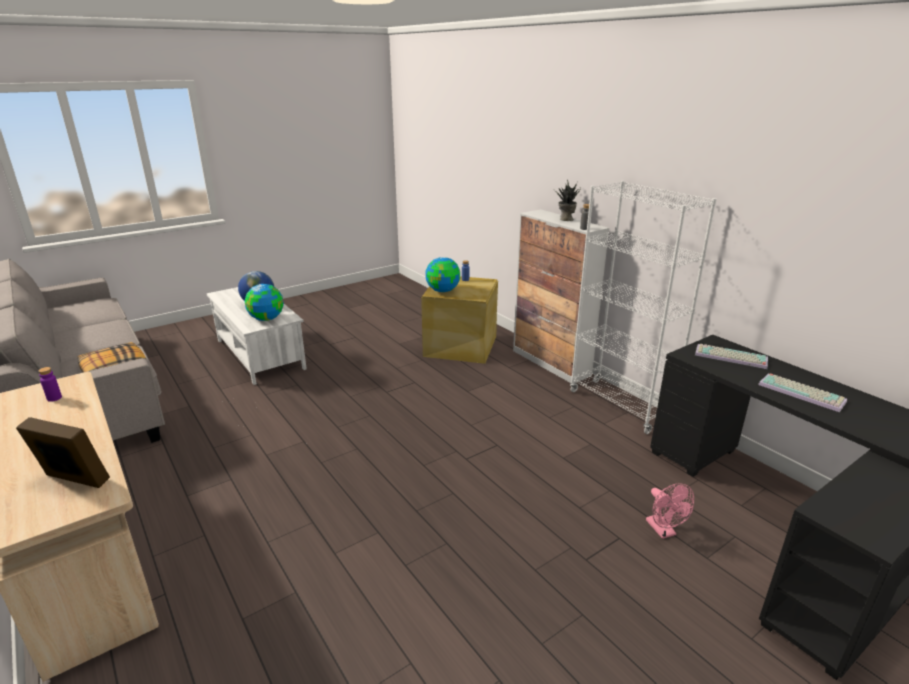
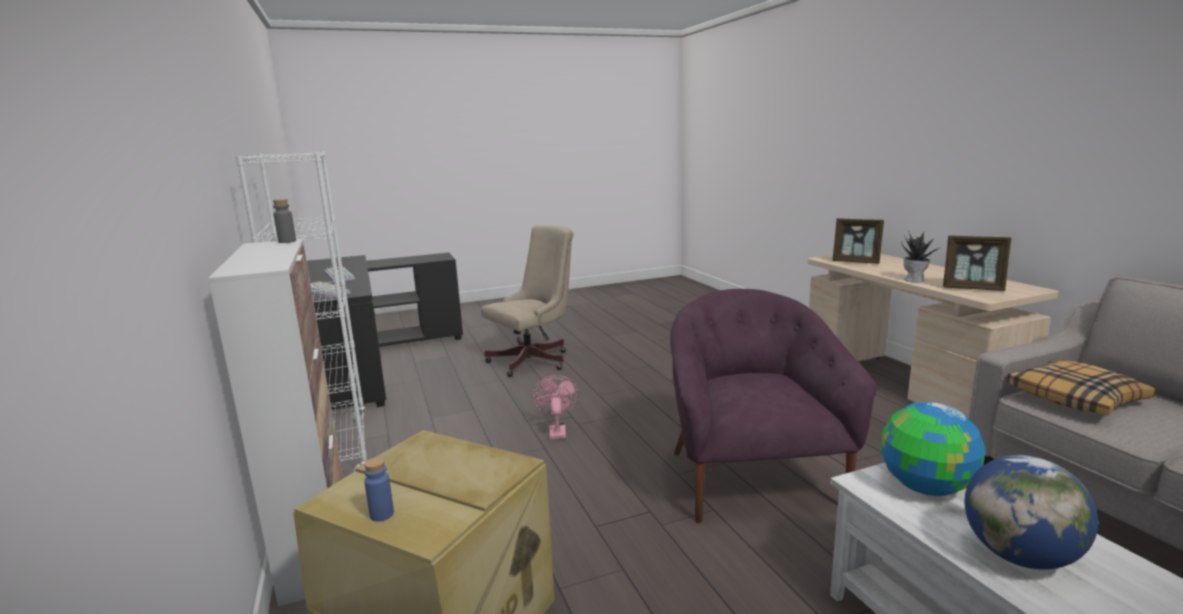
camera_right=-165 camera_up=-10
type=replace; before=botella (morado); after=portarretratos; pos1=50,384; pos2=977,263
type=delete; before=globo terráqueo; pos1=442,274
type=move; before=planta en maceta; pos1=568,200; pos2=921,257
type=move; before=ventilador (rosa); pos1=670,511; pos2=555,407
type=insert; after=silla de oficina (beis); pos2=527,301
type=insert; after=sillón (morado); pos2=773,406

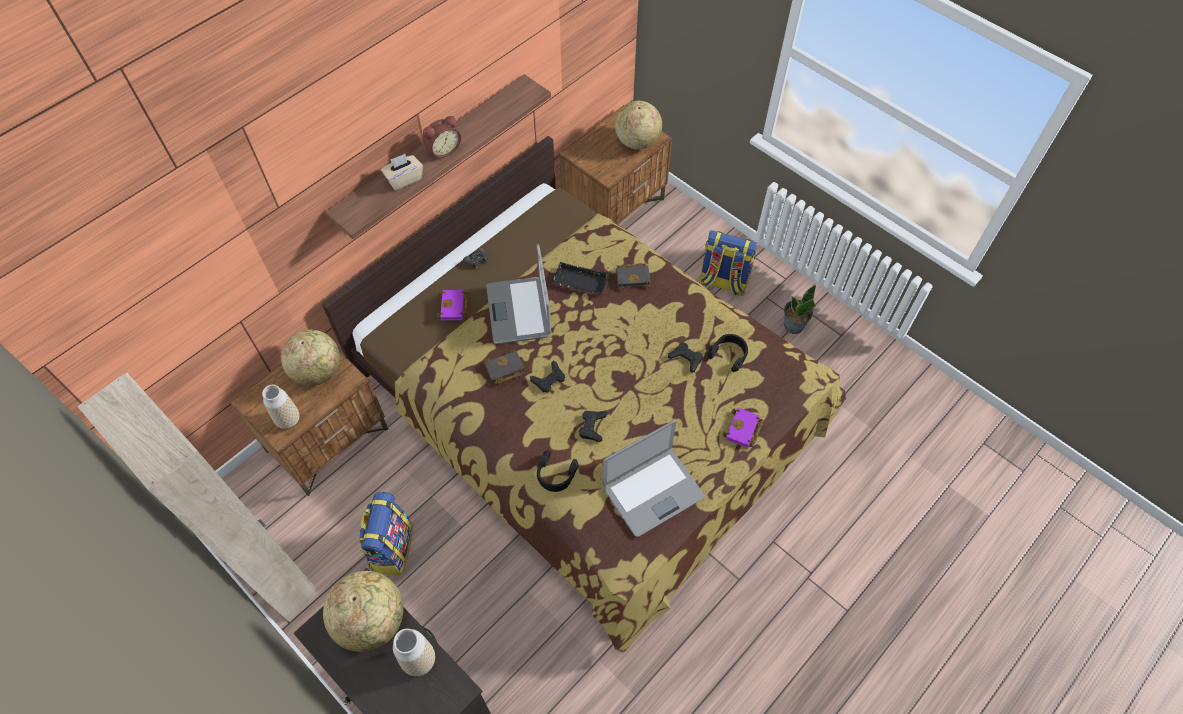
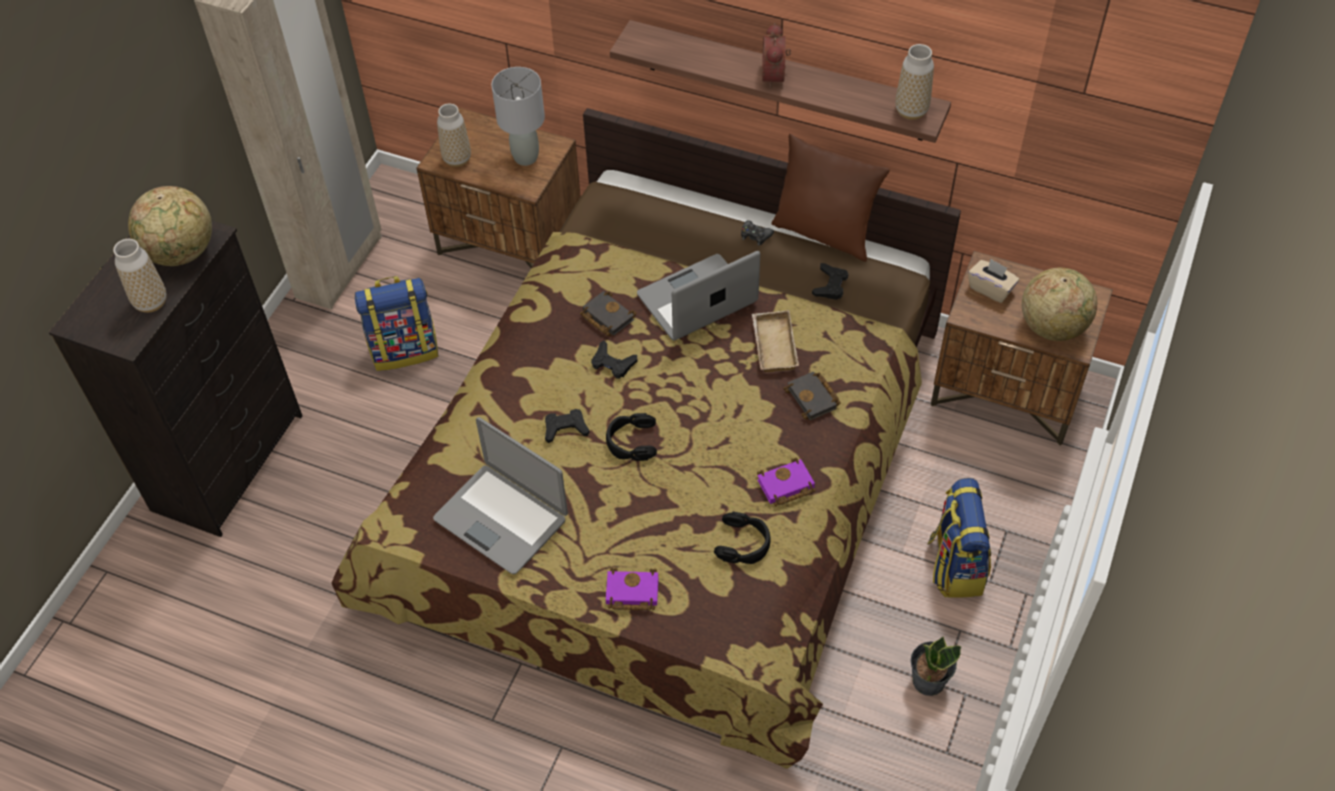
camera_right=70 camera_up=-5
type=replace; before=globo terráqueo; after=lámpara de mesa (gris); pos1=310,357; pos2=518,116
type=move; before=caja de pañuelos (beis); pos1=402,172; pos2=993,281
type=rotate; before=despertador; pos1=442,137; pos2=776,55; turn=60
type=move; before=libro (morado); pos1=453,305; pos2=786,481
type=move; before=auriculares (negro); pos1=557,471; pos2=631,437
type=recolor; before=bandeja (negro); after=bandeja (beis); pos1=580,278; pos2=775,341
type=move; before=mando de consola (negro); pos1=685,357; pos2=830,281
type=insert; after=cojín (marrón); pos2=830,198
type=insert; after=florero; pos2=914,82

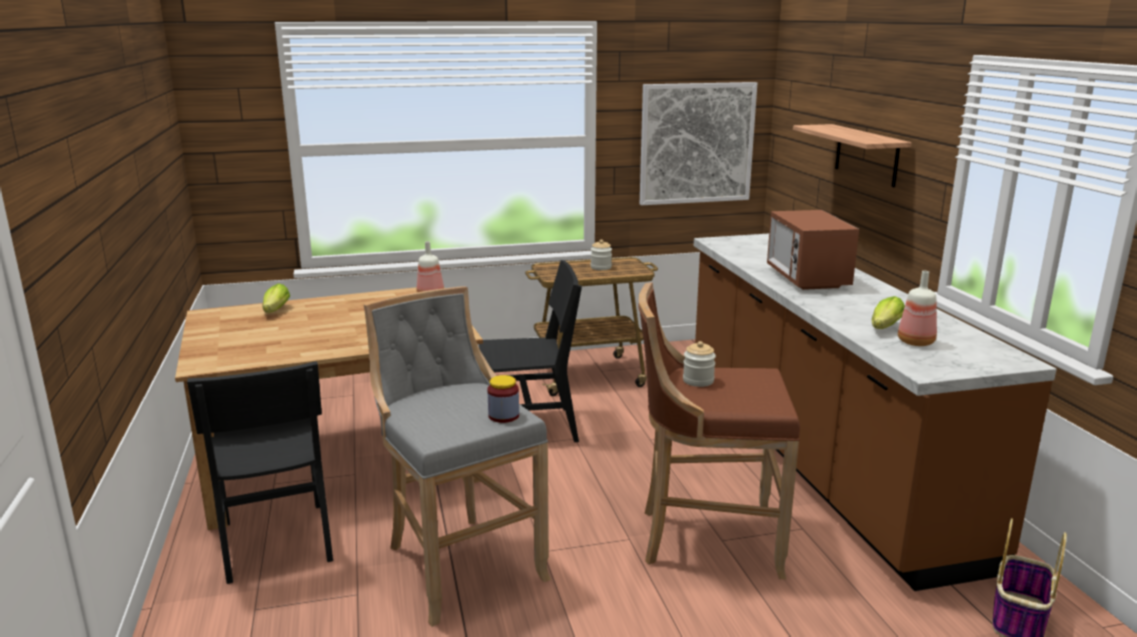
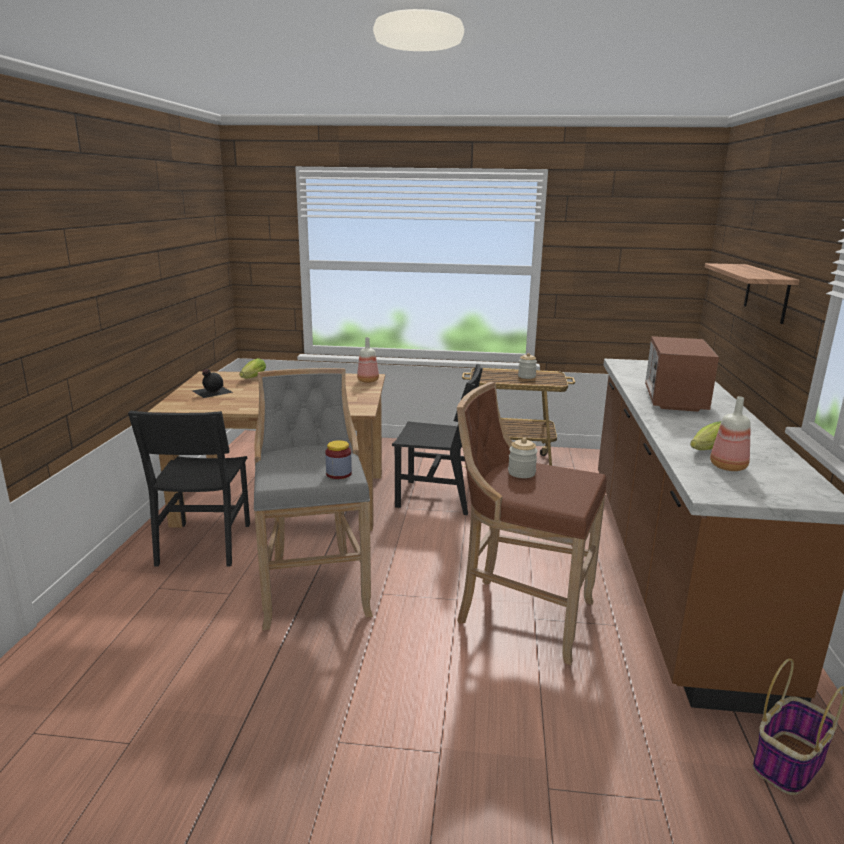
camera_right=20 camera_up=0
type=delete; before=cuadro; pos1=698,143
type=insert; after=botella (negro); pos2=212,383

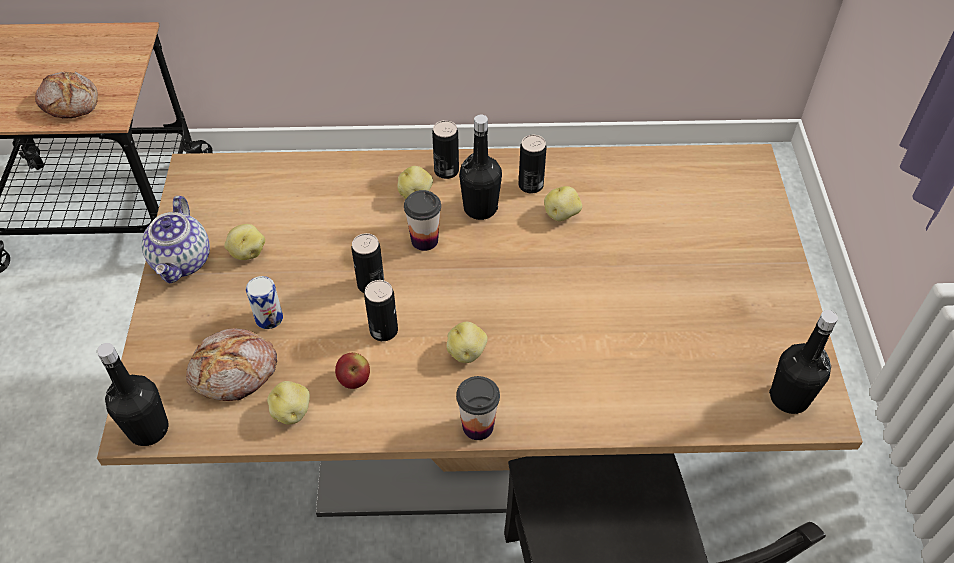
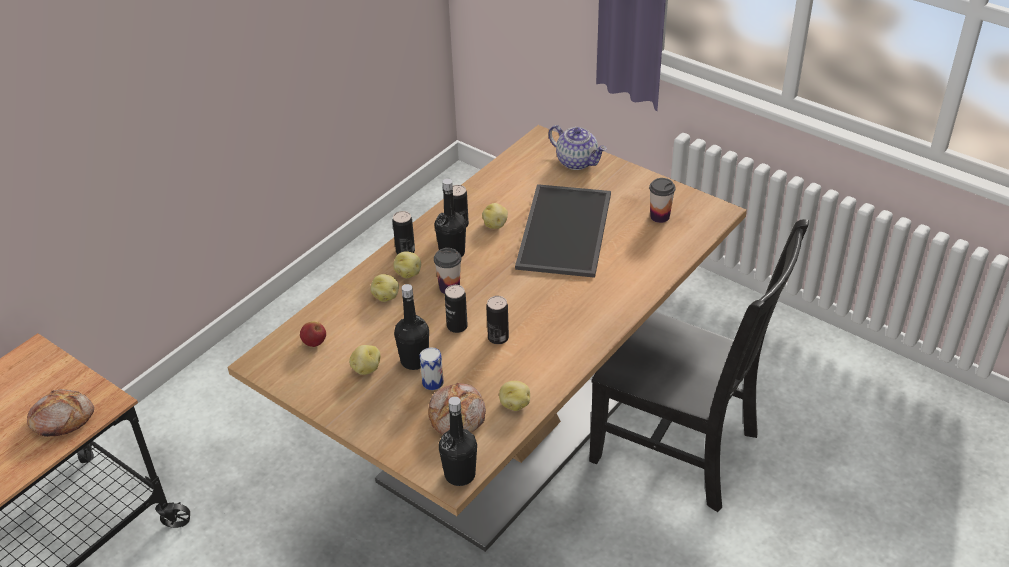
camera_right=-50 camera_up=-10
type=move; before=tetera; pos1=176,239; pos2=577,147
type=move; before=manzana; pos1=352,370; pos2=313,334
type=move; before=patata; pos1=467,342; pos2=385,288
type=move; before=taza; pos1=478,408; pos2=662,200
type=move; before=botella (negro); pos1=803,362; pos2=411,327
type=insert; after=bandeja; pos2=563,231

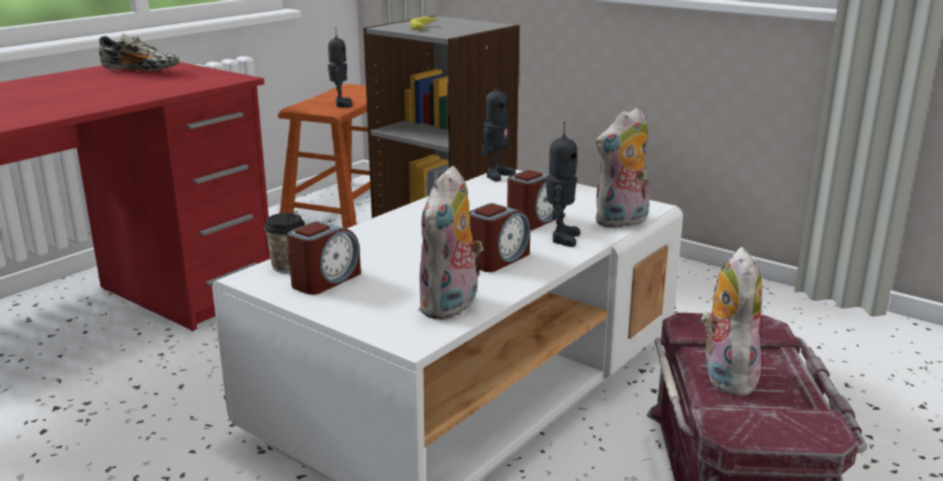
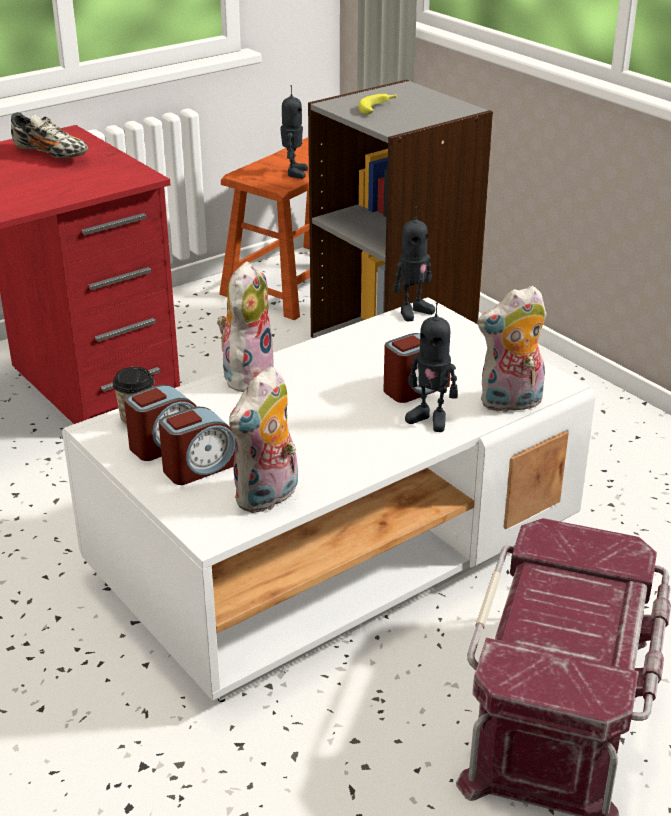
camera_right=15 camera_up=10
type=move; before=despertador; pos1=499,237; pos2=197,446
type=rotate; before=robot de juguete; pos1=563,184; pos2=431,367; turn=90
type=move; before=peluche; pos1=731,321; pos2=245,326

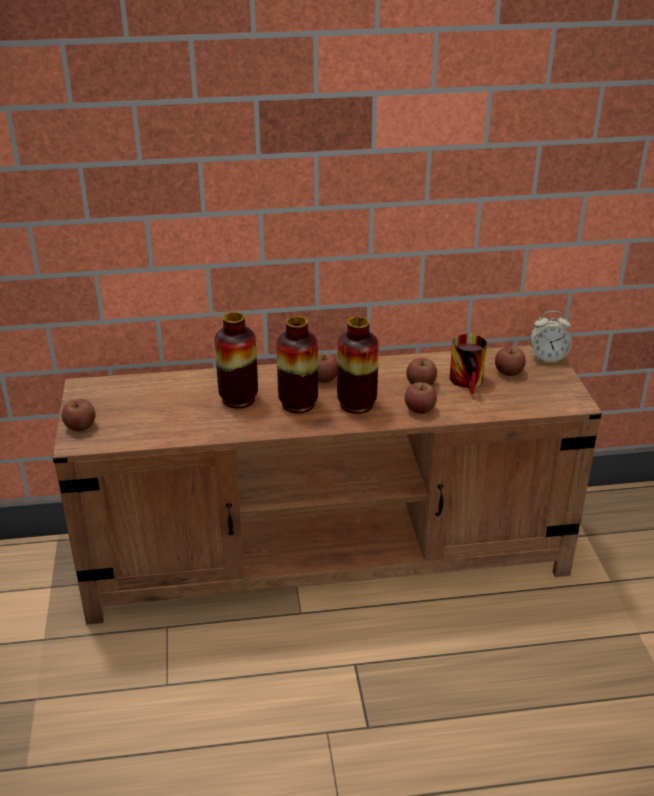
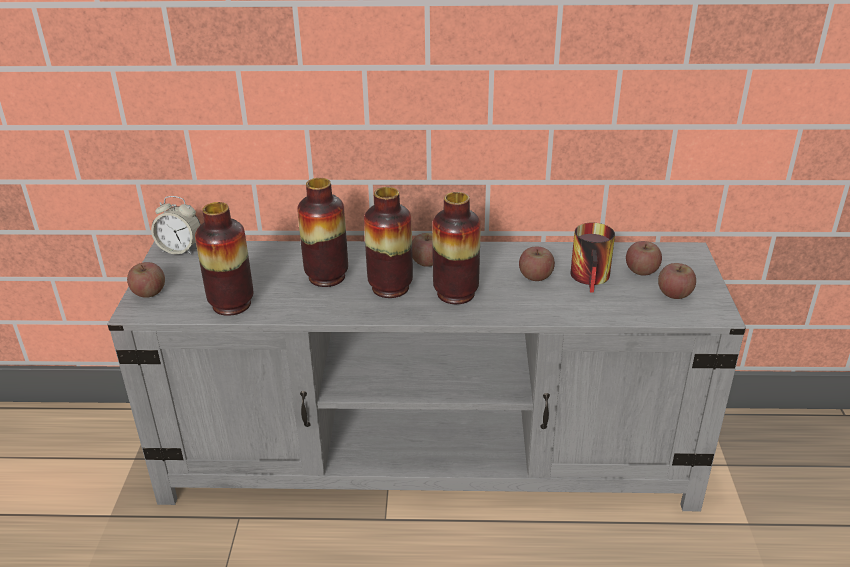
camera_right=10 camera_up=0
type=recolor; before=mueble de televisión (marrón); after=mueble de televisión (gris); pos1=327,485; pos2=427,376
type=move; before=manzana; pos1=421,398; pos2=677,281
type=move; before=despertador; pos1=551,336; pos2=176,225
type=insert; after=florero; pos2=224,259

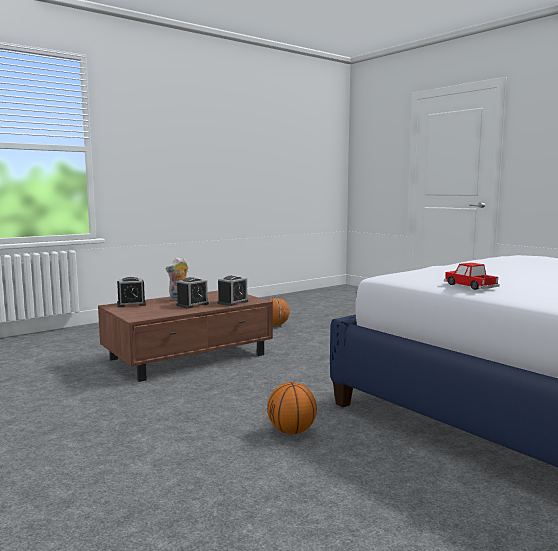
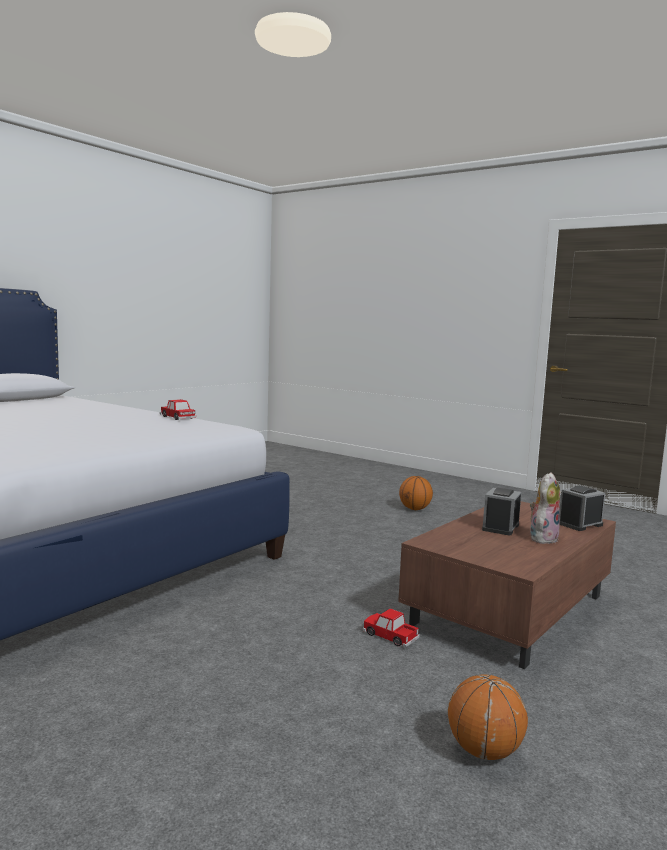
camera_right=165 camera_up=0
type=delete; before=despertador; pos1=232,291
type=move; before=balón de baloncesto; pos1=292,408; pos2=416,493
type=insert; after=coche de juguete; pos2=391,628

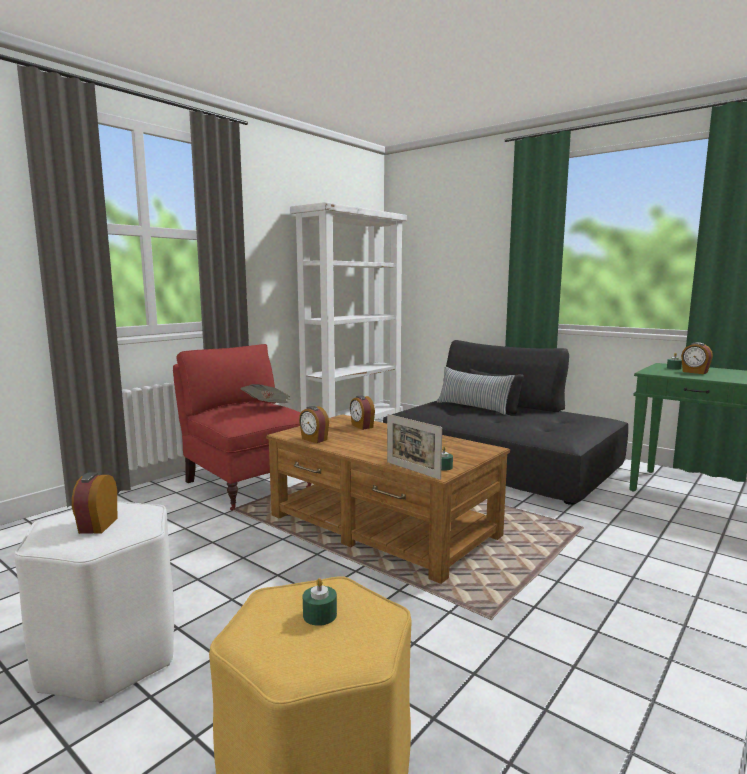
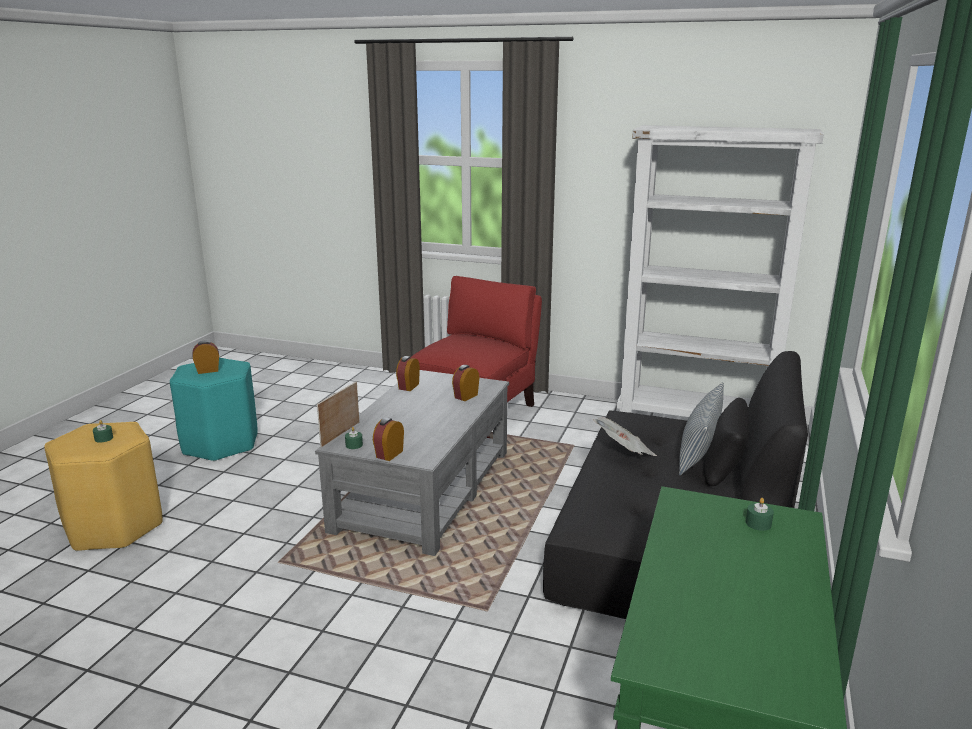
camera_right=70 camera_up=10
type=recolor; before=taburete (blanco); after=taburete (turquesa); pos1=94,602; pos2=214,410
type=move; before=periódico; pos1=265,393; pos2=625,436
type=recolor; before=mesa de centro (marrón); after=mesa de centro (gris); pos1=388,499; pos2=412,463
type=move; before=despertador; pos1=697,358; pos2=388,439

